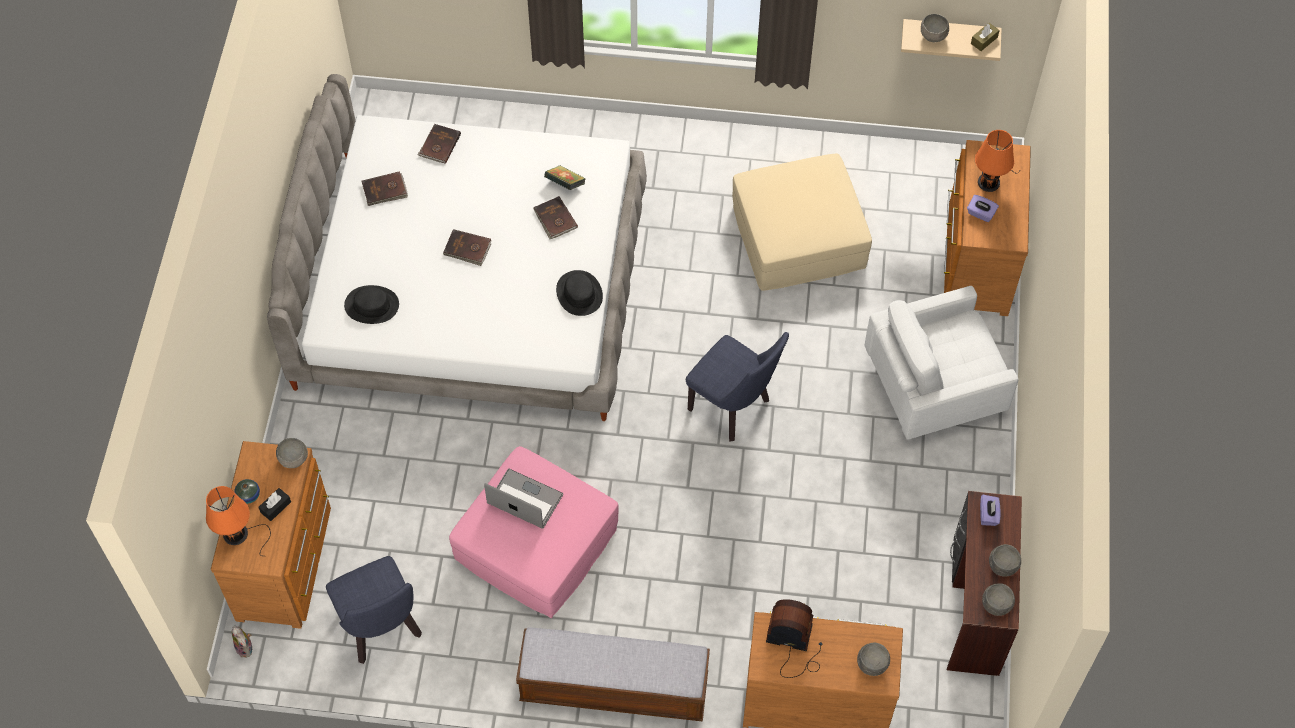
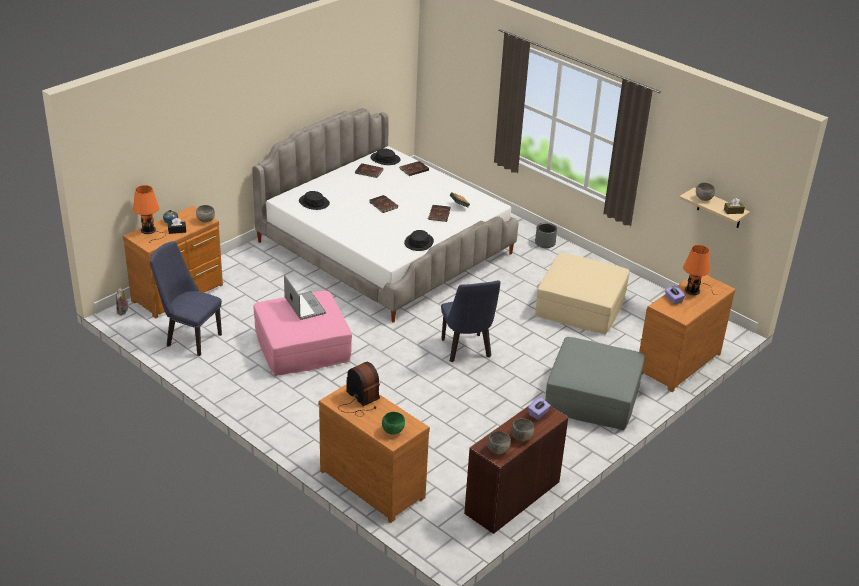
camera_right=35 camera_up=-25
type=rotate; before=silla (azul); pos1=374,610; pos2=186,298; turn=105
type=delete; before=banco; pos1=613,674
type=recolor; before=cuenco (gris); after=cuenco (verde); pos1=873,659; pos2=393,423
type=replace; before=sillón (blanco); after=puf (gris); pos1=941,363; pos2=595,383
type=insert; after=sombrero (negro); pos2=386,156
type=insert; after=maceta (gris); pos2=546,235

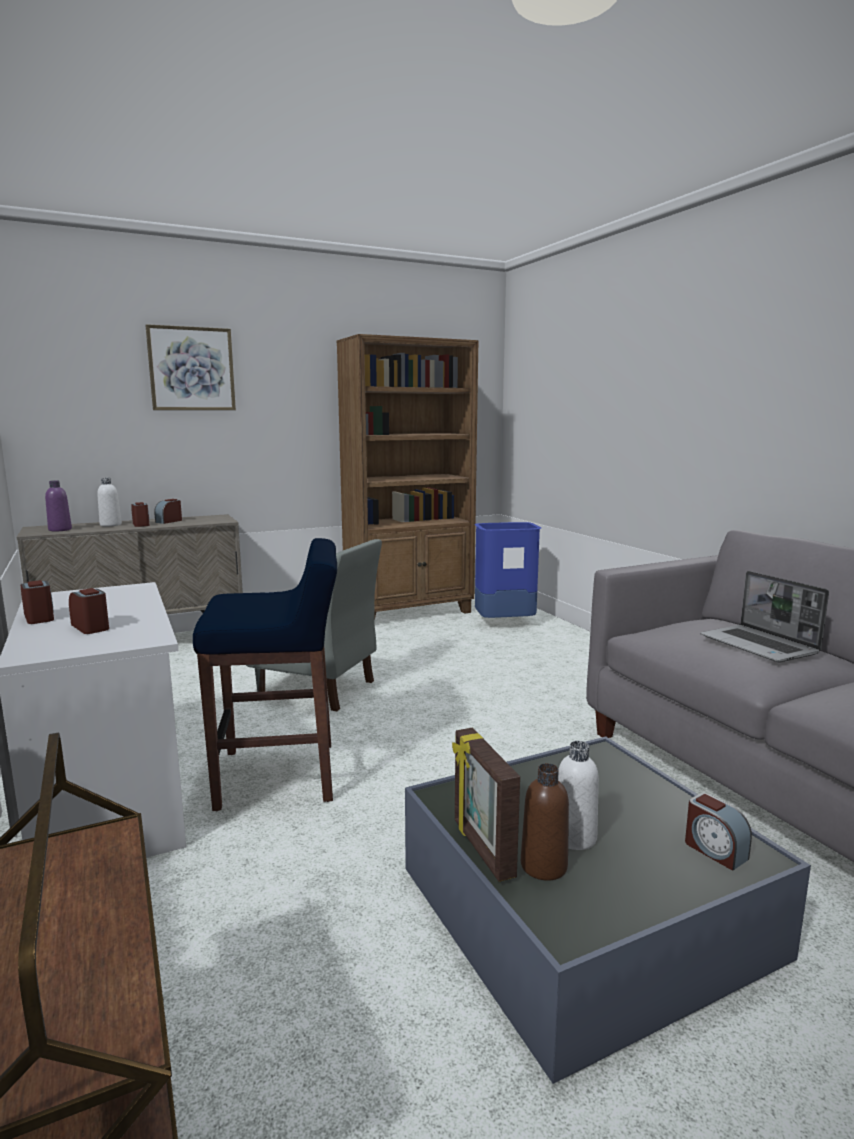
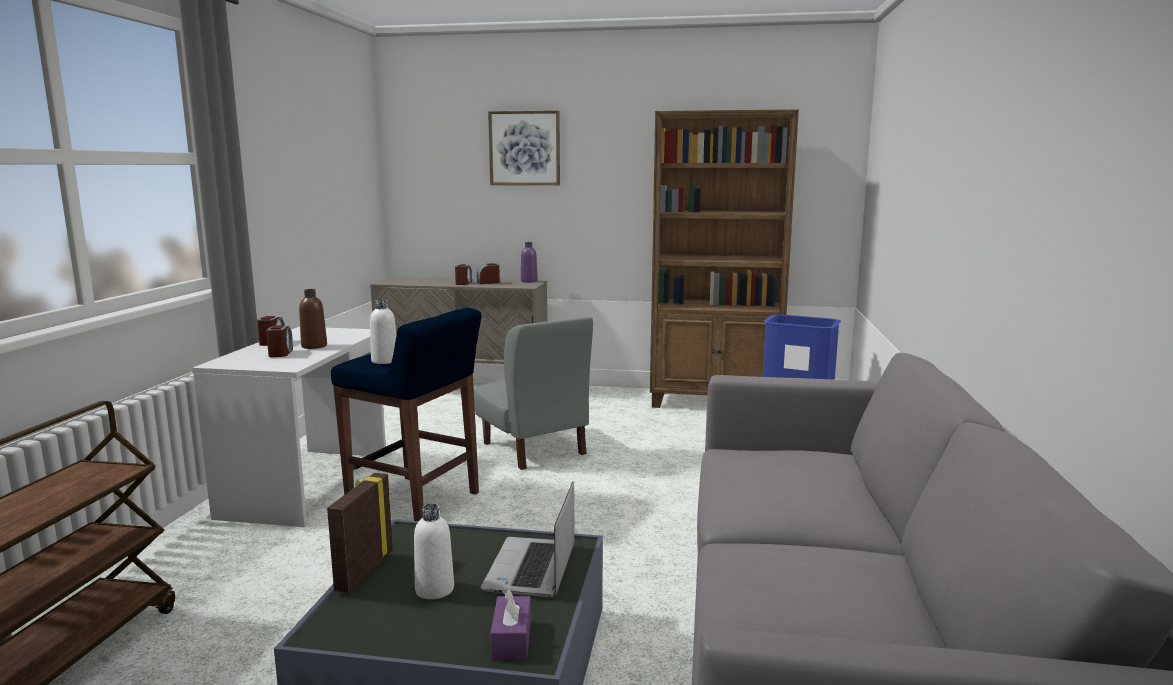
camera_right=35 camera_up=0
type=move; before=botella (morado); pos1=58,506; pos2=529,262
type=move; before=botella (blanco); pos1=109,502; pos2=383,332
type=move; before=botella (marrón); pos1=545,822; pos2=313,319
type=replace; before=despertador; after=caja de pañuelos (morado); pos1=718,832; pos2=510,623
type=move; before=portátil; pos1=764,616; pos2=528,539

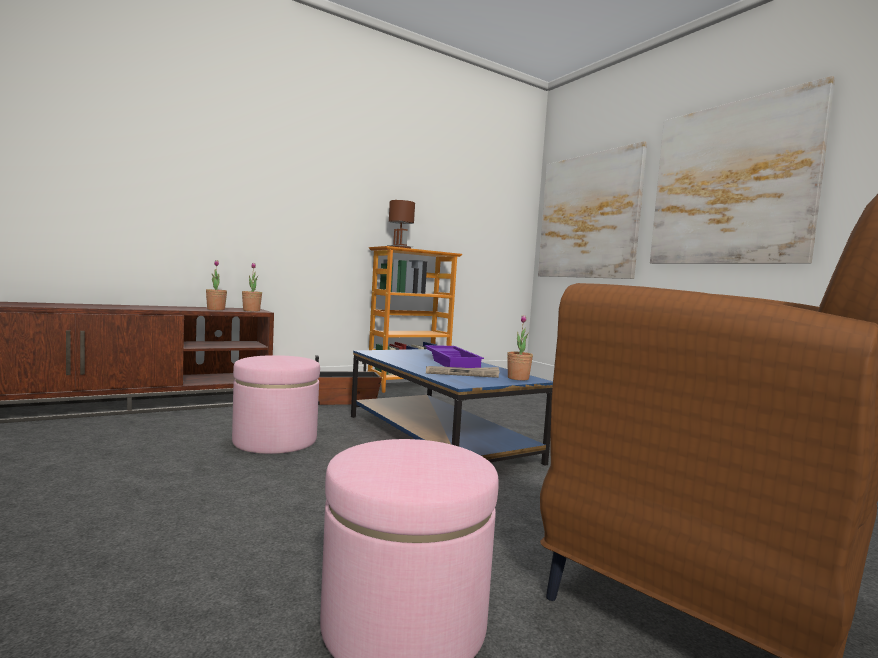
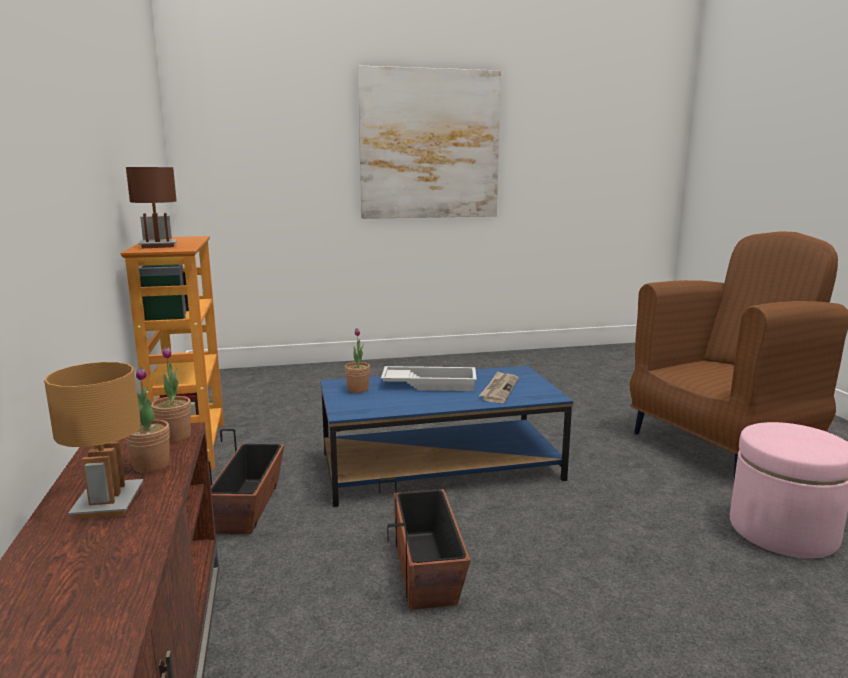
camera_right=-70 camera_up=10
type=replace; before=puf (rosa); after=maceta; pos1=276,404; pos2=425,544
type=recolor; before=bandeja (morado); after=bandeja (blanco); pos1=454,356; pos2=429,378
type=move; before=planta en maceta; pos1=520,348; pos2=357,360
type=delete; before=cuadro; pos1=592,210
type=insert; after=lámpara de mesa (marrón); pos2=94,440

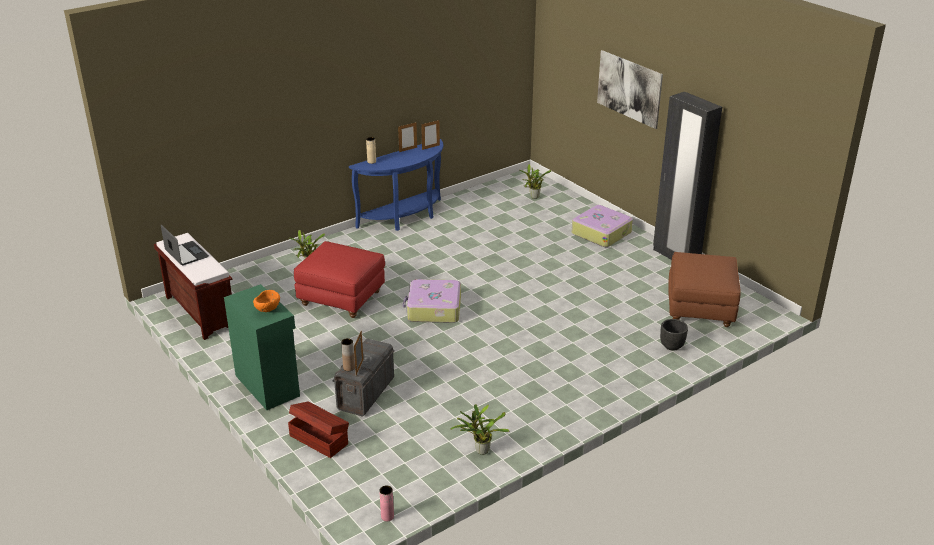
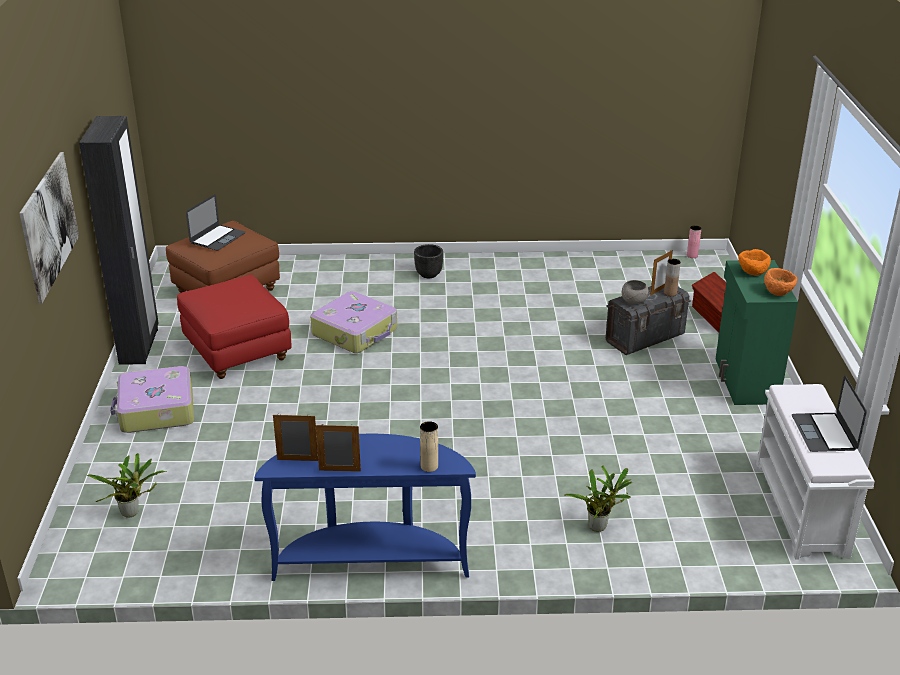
camera_right=-145 camera_up=0
type=recolor; before=banco (marrón); after=banco (blanco); pos1=193,286; pos2=815,471
type=move; before=puf (rojo); pos1=339,279; pos2=234,326
type=move; before=maleta; pos1=432,301; pos2=353,322
type=delete; before=planta en maceta; pos1=479,429
type=move; before=maceta (negro); pos1=674,335; pos2=428,261
type=insert; after=portátil; pos2=216,222
type=insert; after=cuenco (gris); pos2=635,292
type=insert; after=cuenco (naranja); pos2=780,282

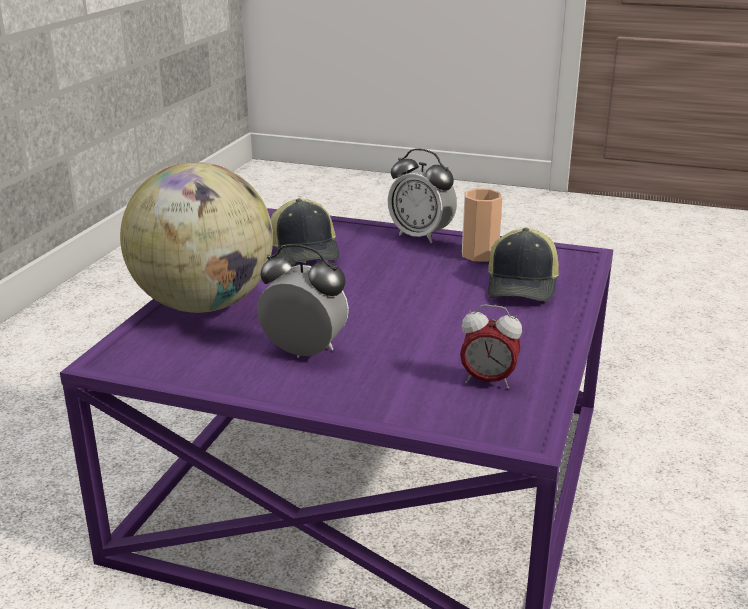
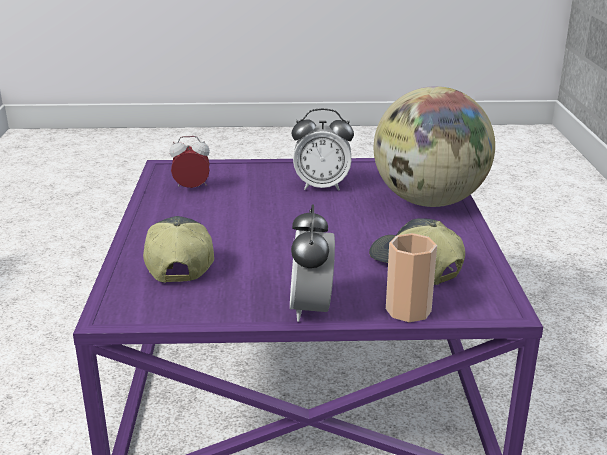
camera_right=160 camera_up=0
type=rotate; before=despertador; pos1=422,196; pos2=312,263; turn=-105
type=move; before=taza; pos1=482,225; pos2=411,277

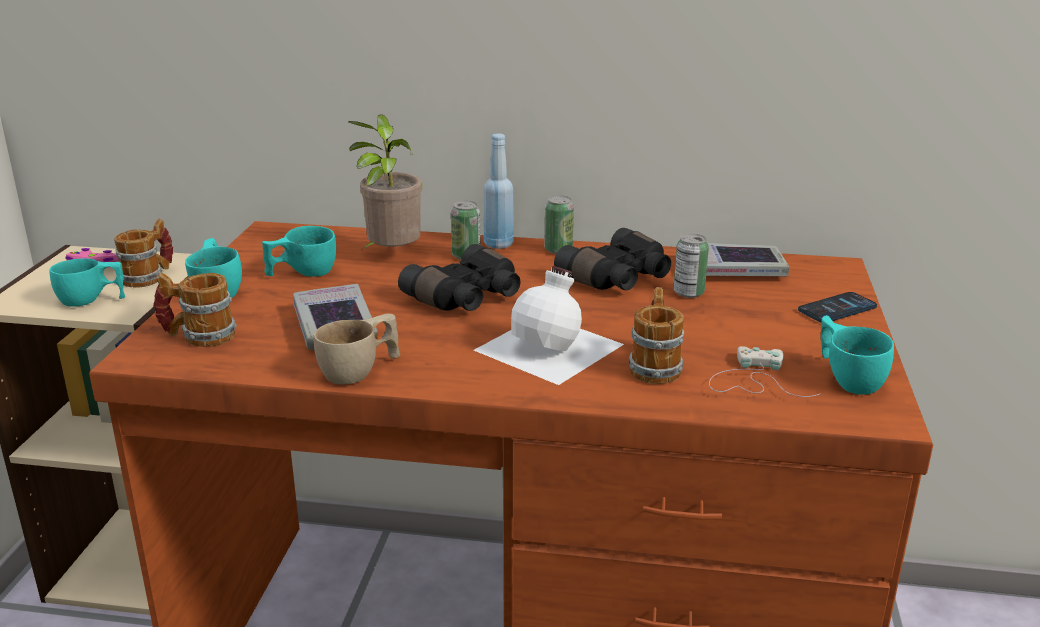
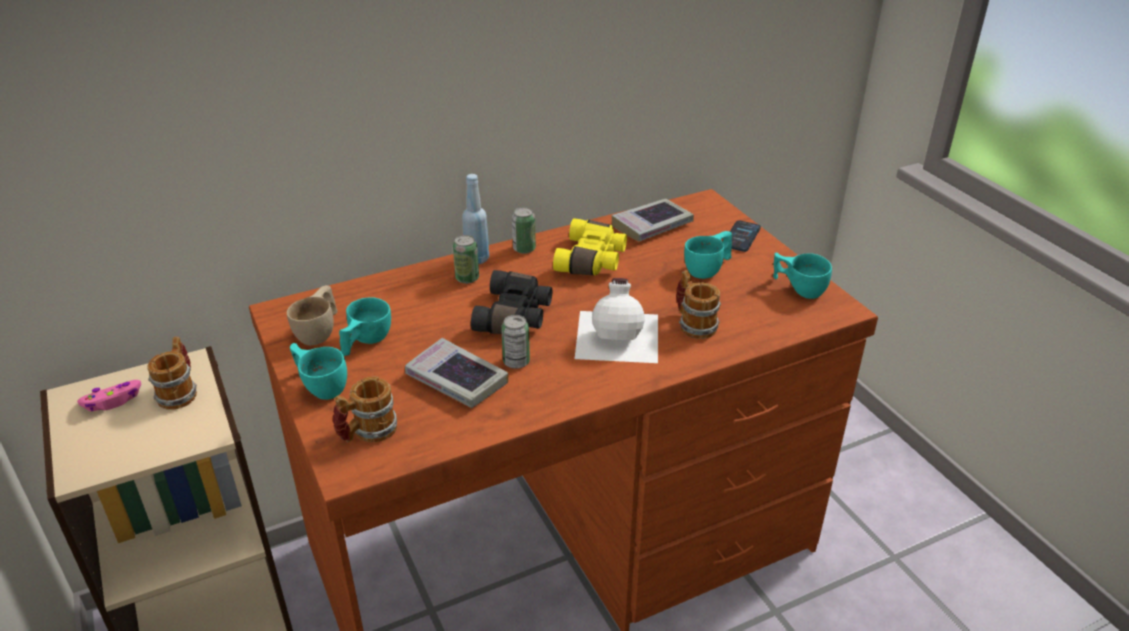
camera_right=-35 camera_up=10
type=move; before=taza (turquesa); pos1=87,282; pos2=708,255
type=move; before=taza (beis); pos1=357,349; pos2=312,315
type=delete; before=planta en maceta; pos1=385,183
type=recolor; before=prismáticos (negro); after=prismáticos (amarillo); pos1=612,259; pos2=590,246
type=move; before=lata; pos1=691,266; pos2=515,342
type=delete; before=mando de consola (blanco); pos1=765,371

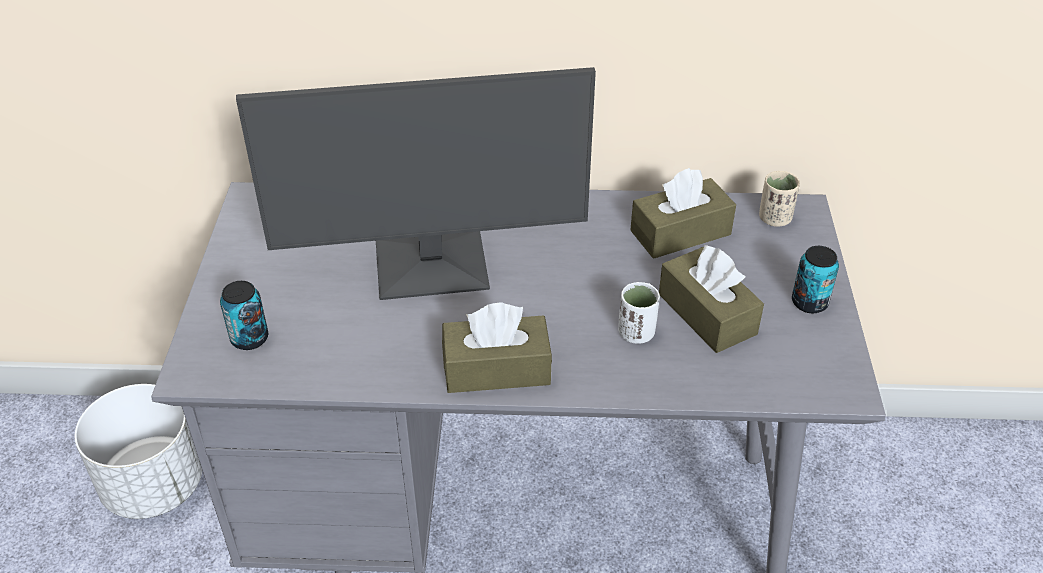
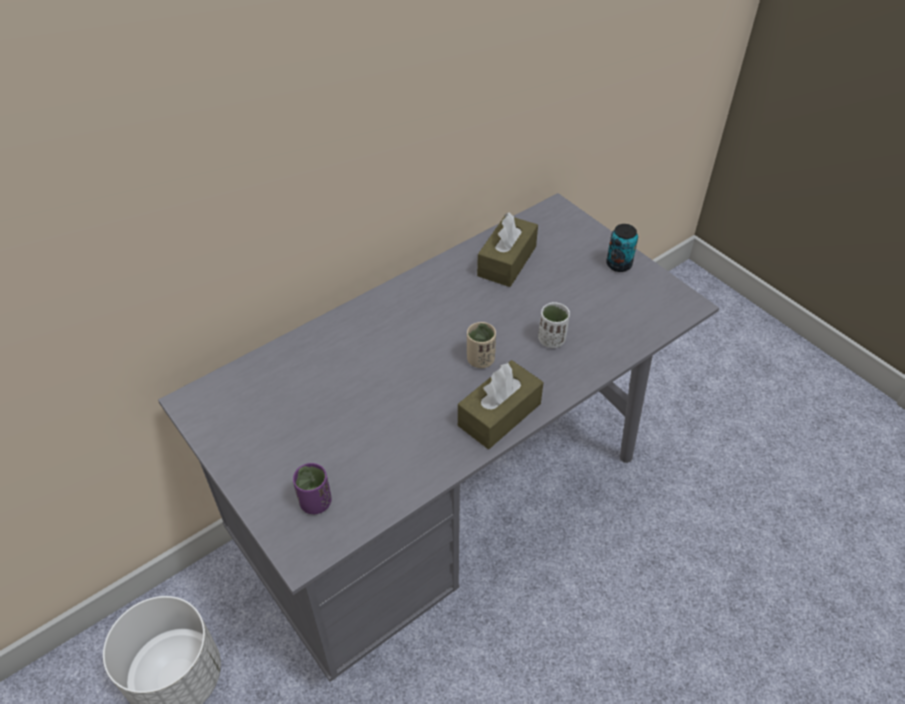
camera_right=-40 camera_up=5
type=replace; before=lata; after=taza (morado); pos1=244,315; pos2=312,488
type=delete; before=monitor; pos1=416,183
type=delete; before=caja de pañuelos (marrón); pos1=711,298
type=move; before=taza (beis); pos1=779,199; pos2=481,345

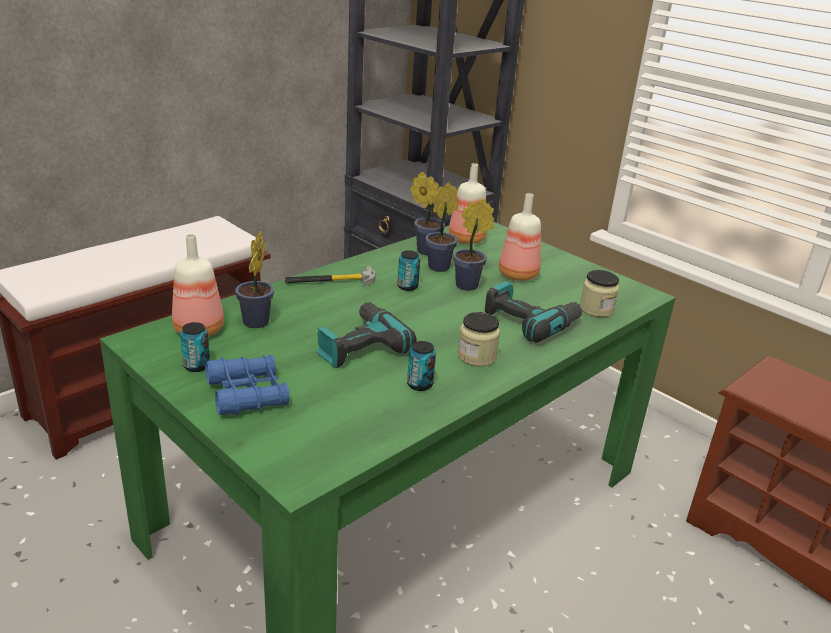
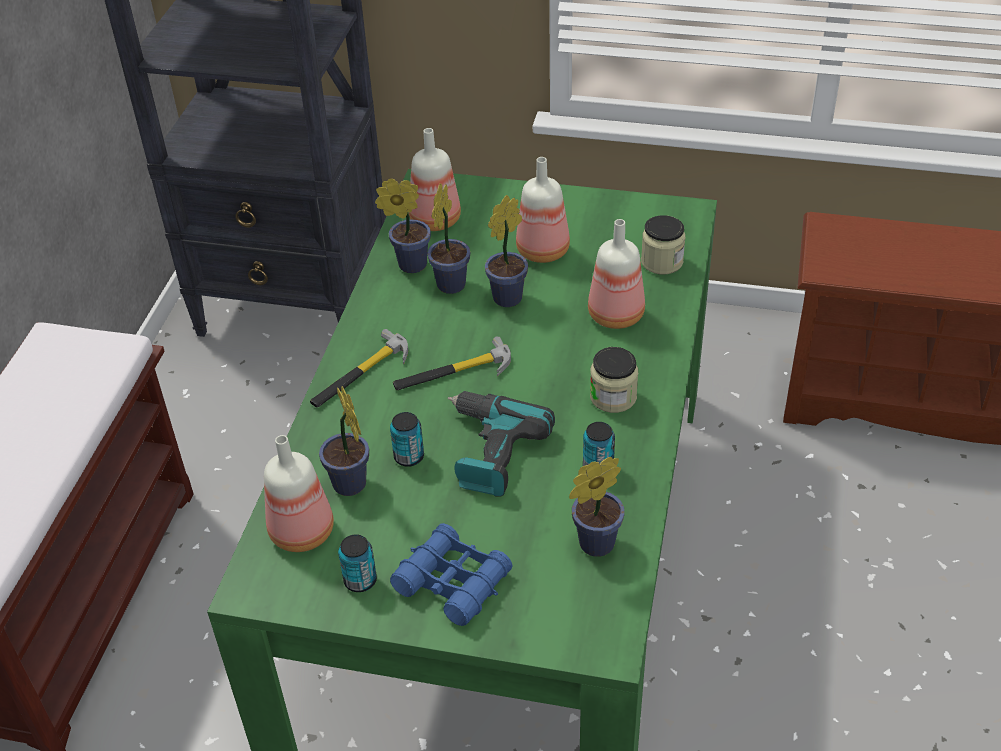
camera_right=-30 camera_up=15
type=move; before=lata; pos1=408,270; pos2=407,439
type=replace; before=taladro; after=botella; pos1=534,312; pos2=616,274
type=insert; after=martillo; pos2=452,363
type=insert; after=planta en maceta; pos2=597,507

